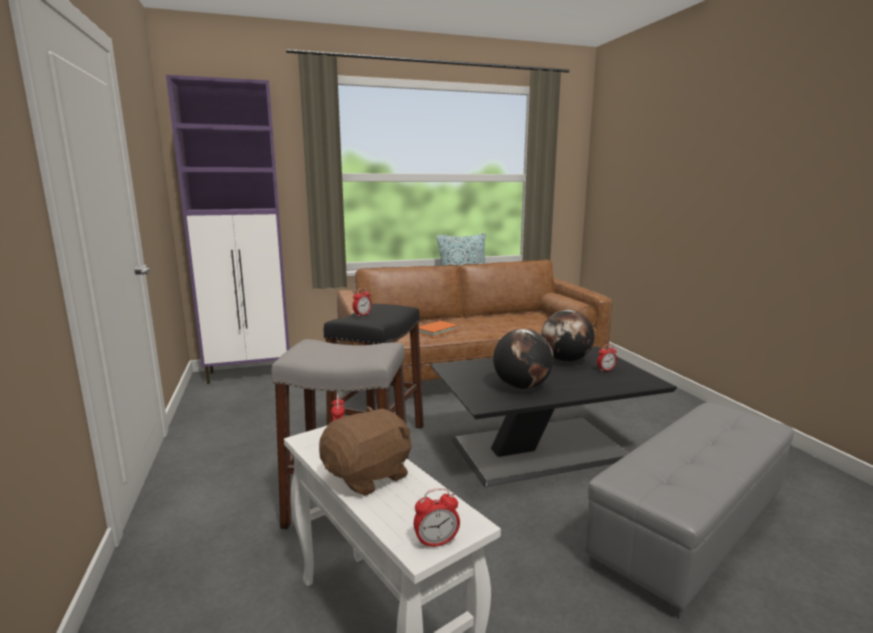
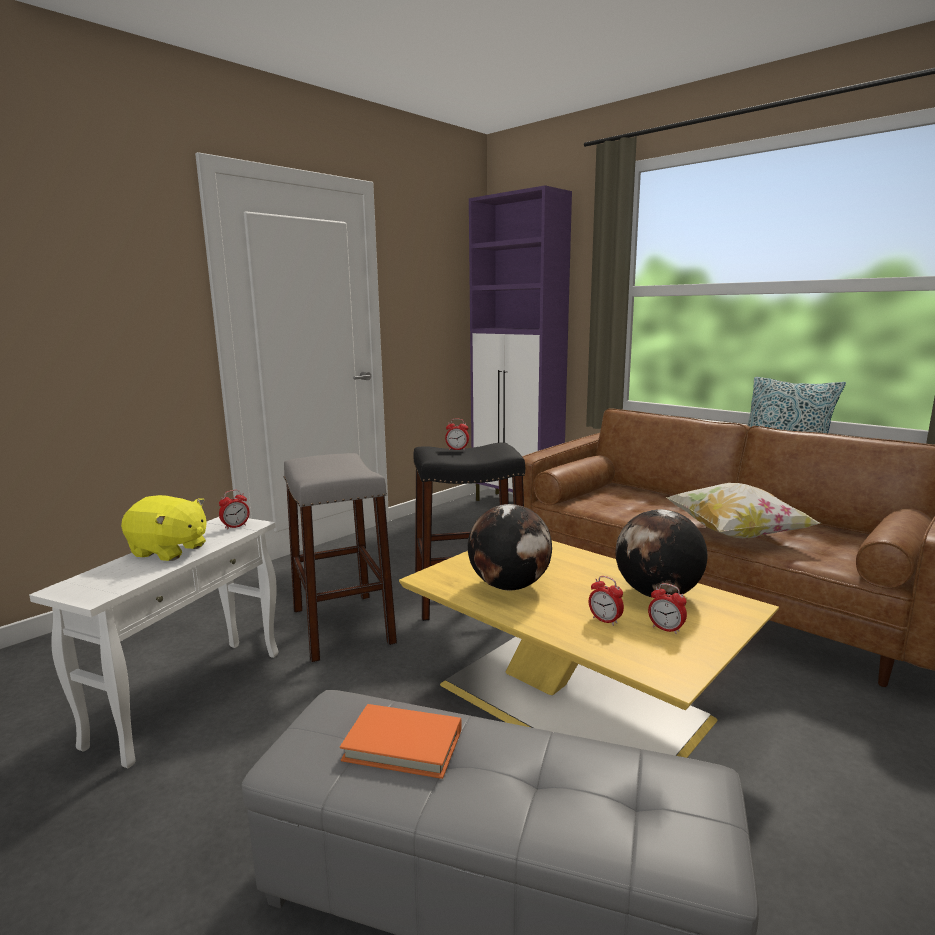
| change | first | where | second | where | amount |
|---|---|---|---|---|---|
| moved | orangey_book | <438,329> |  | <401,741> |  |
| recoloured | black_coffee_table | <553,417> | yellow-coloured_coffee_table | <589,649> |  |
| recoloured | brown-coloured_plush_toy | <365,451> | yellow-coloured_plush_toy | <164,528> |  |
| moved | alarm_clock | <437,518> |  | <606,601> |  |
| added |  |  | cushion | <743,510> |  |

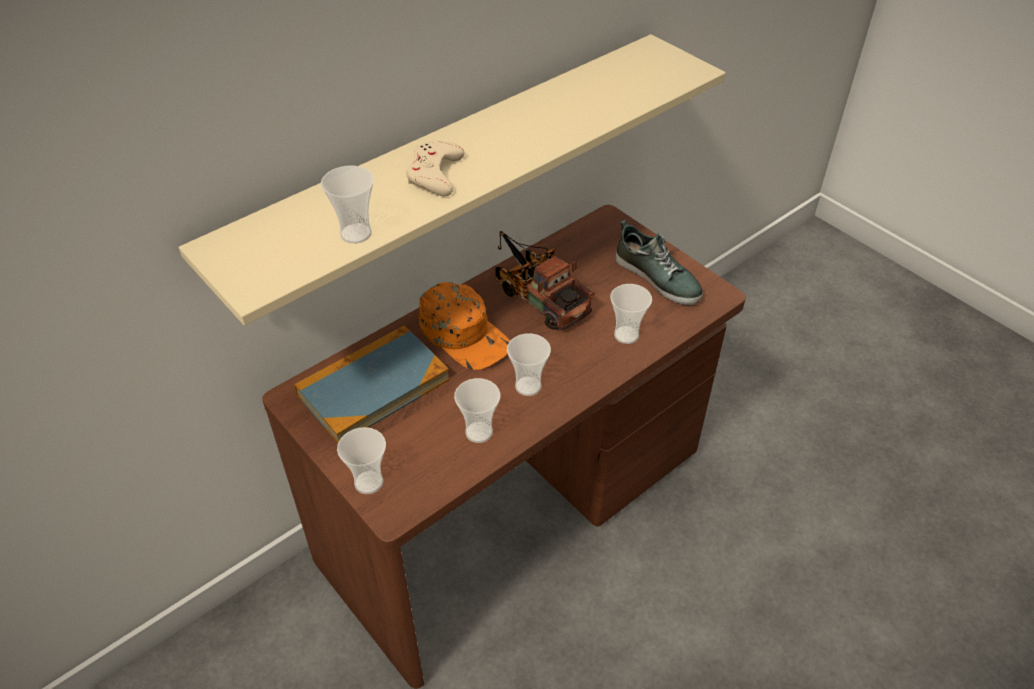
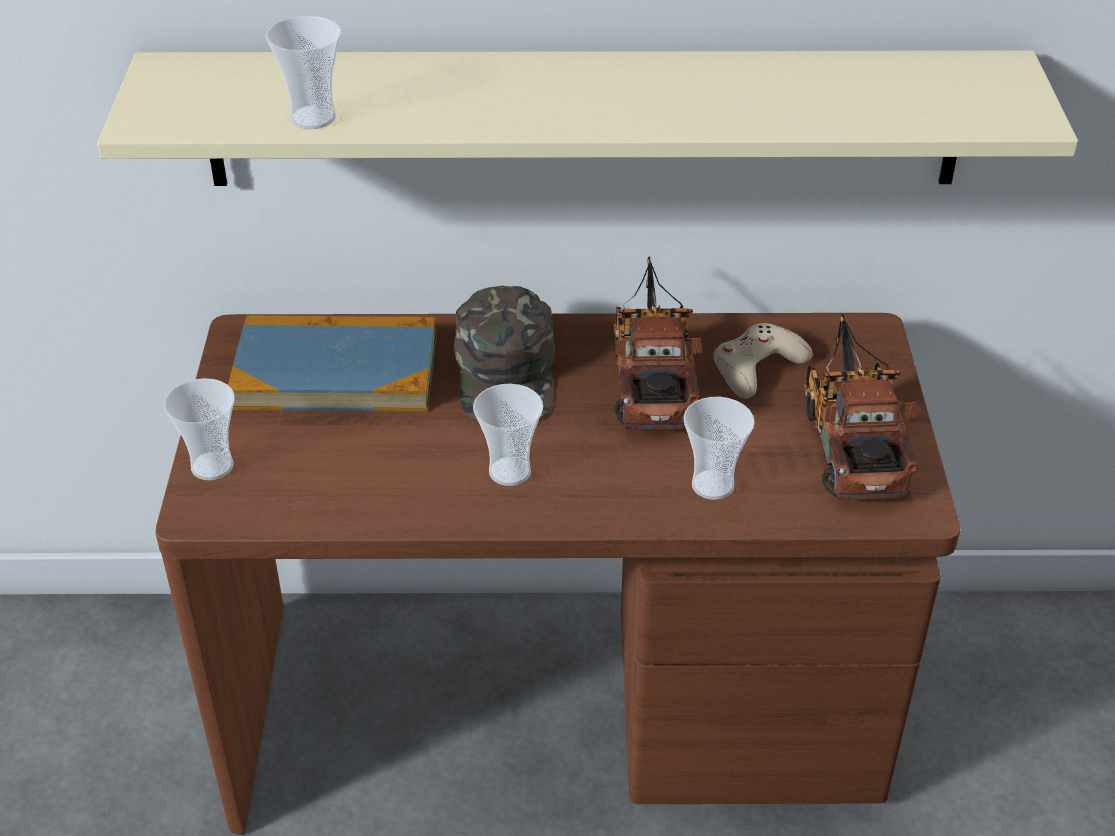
| change | first | where | second | where | amount |
|---|---|---|---|---|---|
| moved | beige-coloured_gamepad | <435,168> |  | <763,361> |  |
| replaced | low_shoe | <659,262> | toy_truck | <860,406> |  |
| recoloured | orangey_peaked_cap | <464,326> | greenish_peaked_cap | <504,353> |  |
| removed | cup | <477,410> |  |  |  |

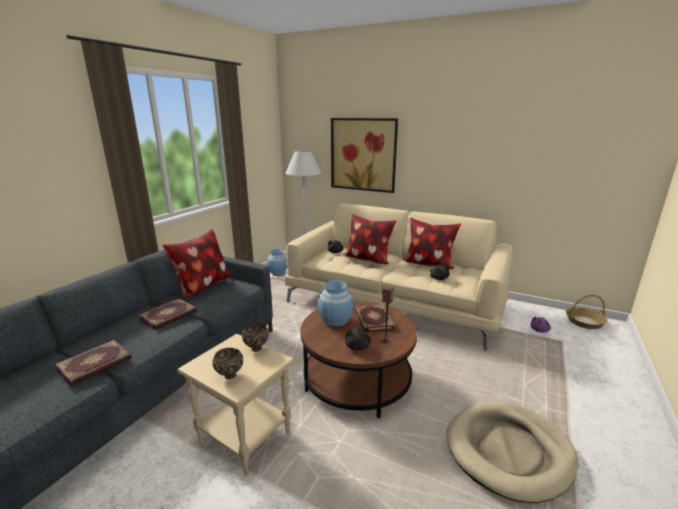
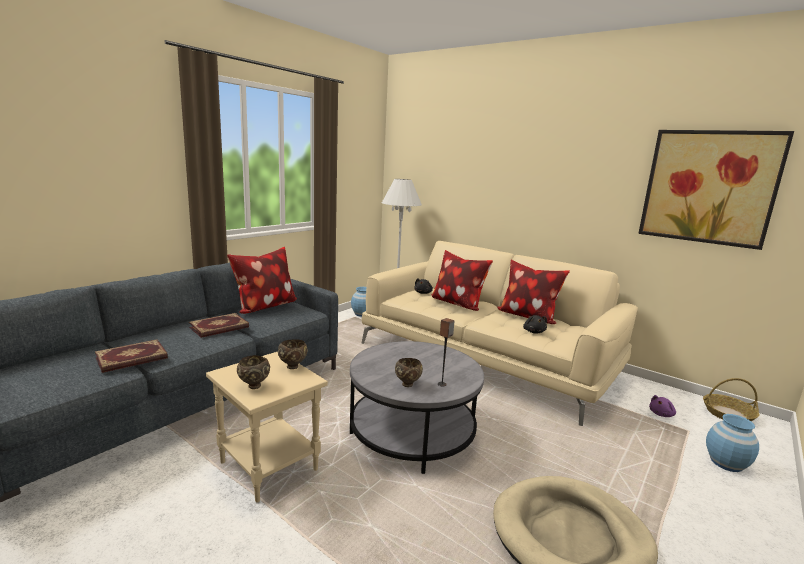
| change | first | where | second | where | amount |
|---|---|---|---|---|---|
| moved | wall_art | <364,155> |  | <716,190> |  |
| moved | blue_vase | <336,304> |  | <732,443> |  |
| recoloured | brown-coloured_coffee_table | <358,359> | grey_coffee_table | <417,407> |  |
| removed | book | <375,318> |  |  |  |
| replaced | black_plush_toy | <358,339> | brown-coloured_bowl | <409,372> |  |

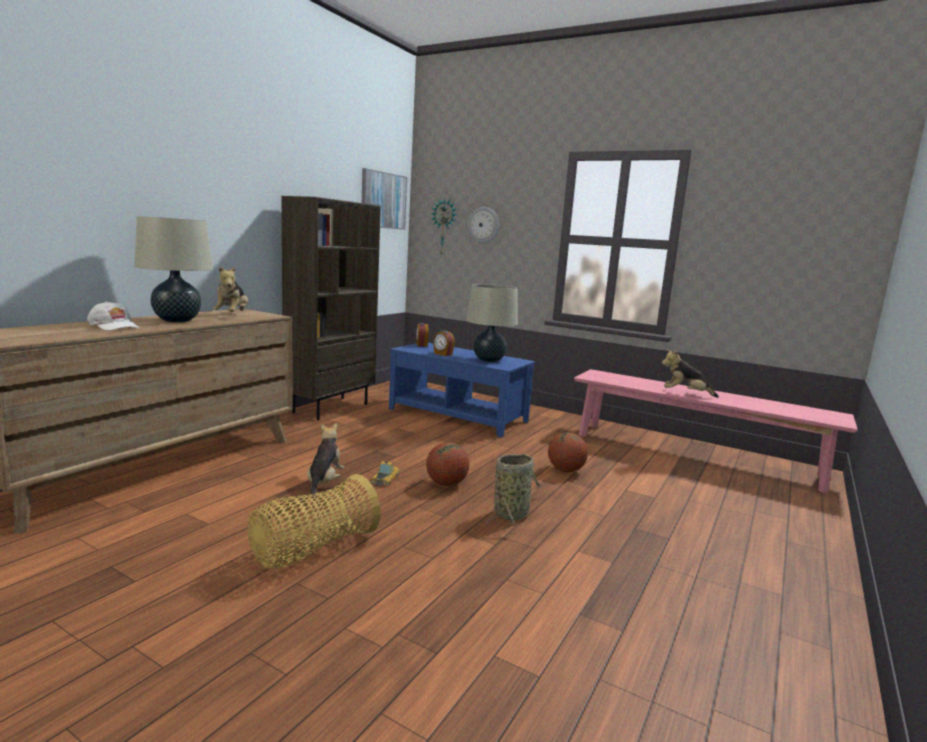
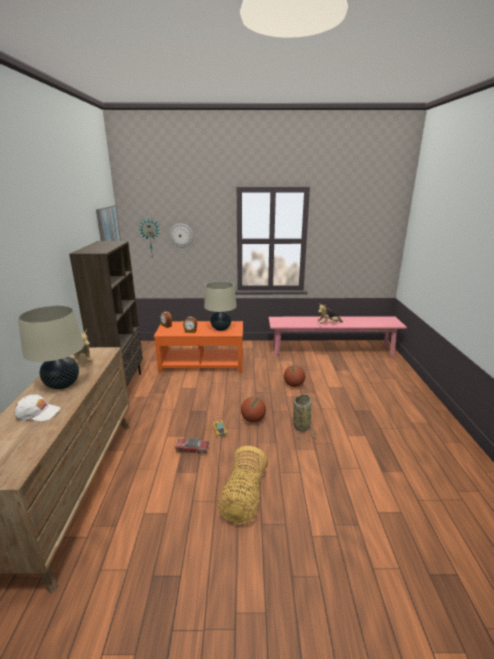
| change | first | where | second | where | amount |
|---|---|---|---|---|---|
| recoloured | blue_coffee_table | <462,390> | orangey_coffee_table | <198,347> |  |
| replaced | plush_toy | <325,461> | toy_car | <192,446> |  |

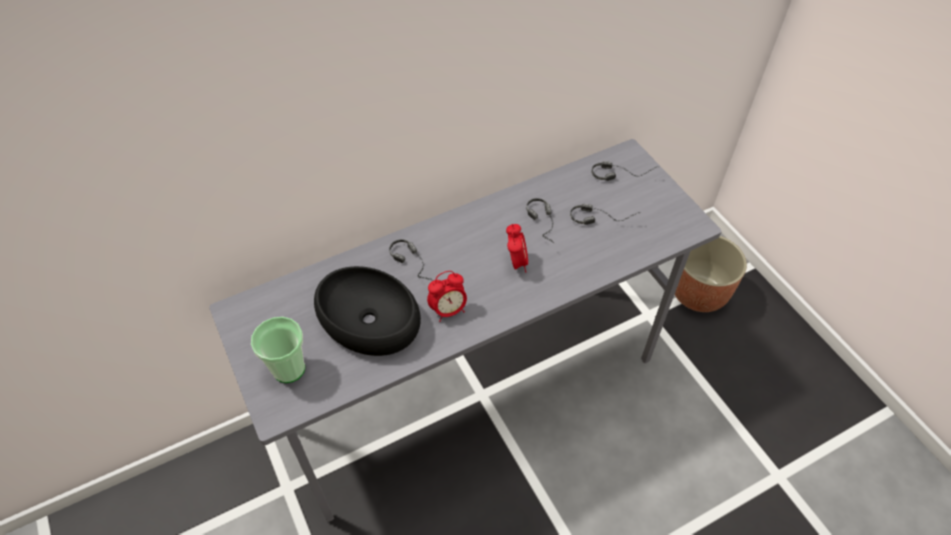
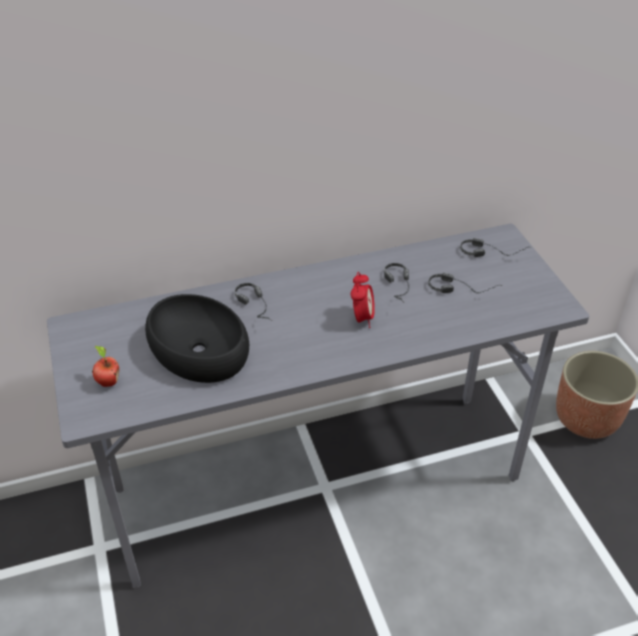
| change | first | where | second | where | amount |
|---|---|---|---|---|---|
| removed | alarm_clock | <447,296> |  |  |  |
| replaced | cup | <278,350> | apple_fruit | <105,366> |  |

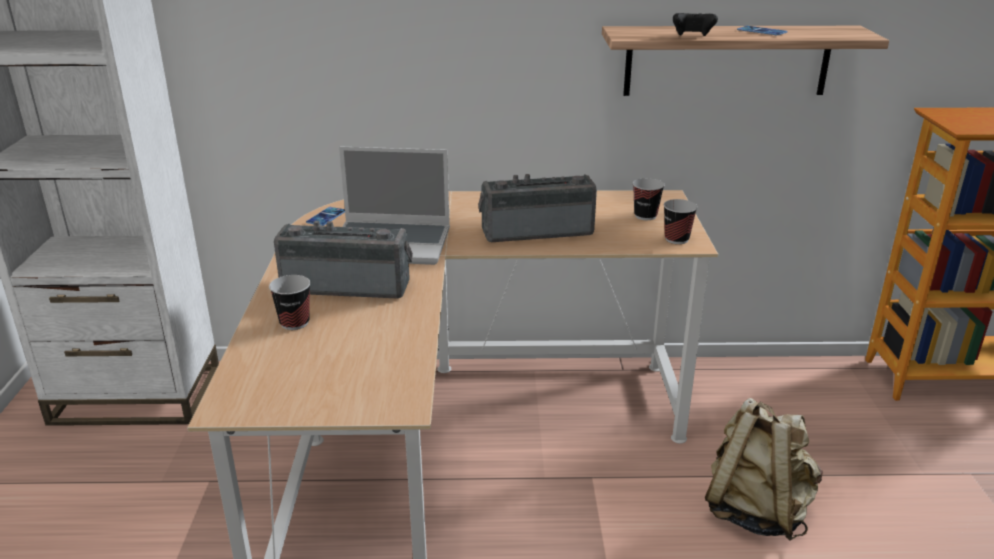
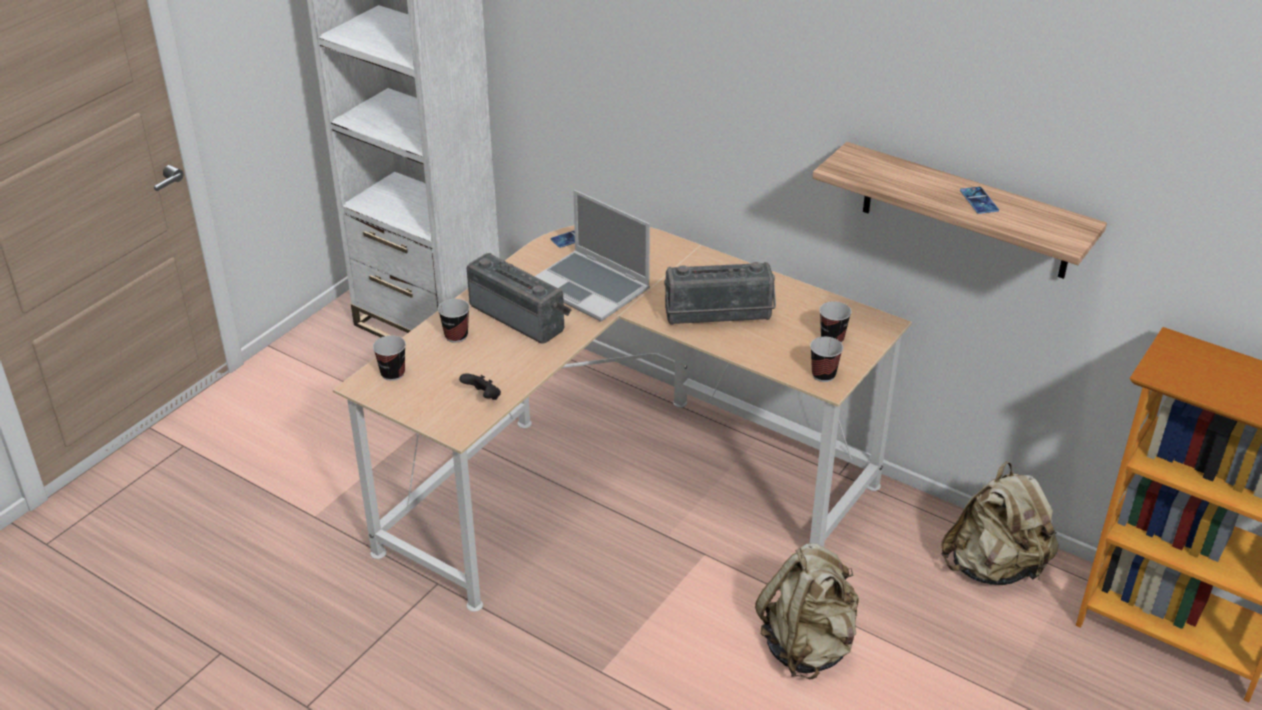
| change | first | where | second | where | amount |
|---|---|---|---|---|---|
| moved | black_gamepad | <695,24> |  | <480,387> |  |
| turned | radio_receiver | <537,208> |  | <720,293> | 150 degrees clockwise |
| added |  |  | cup | <389,358> |  |
| added |  |  | beige-coloured_knapsack | <999,523> |  |

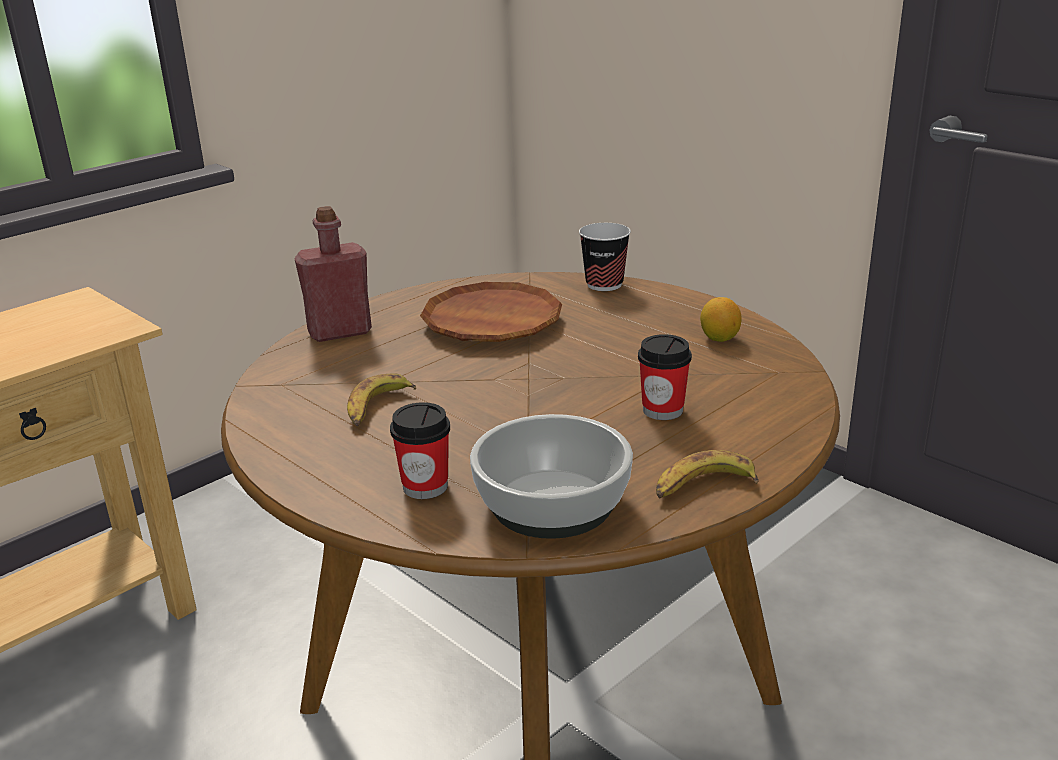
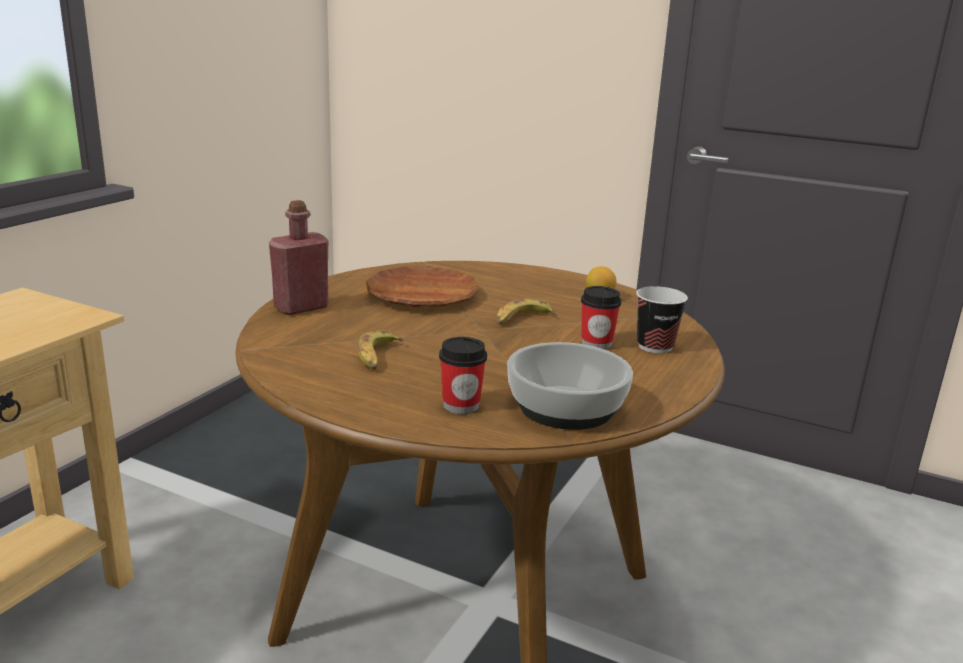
| change | first | where | second | where | amount |
|---|---|---|---|---|---|
| moved | cup | <605,257> |  | <662,319> |  |
| moved | banana | <707,474> |  | <526,312> |  |

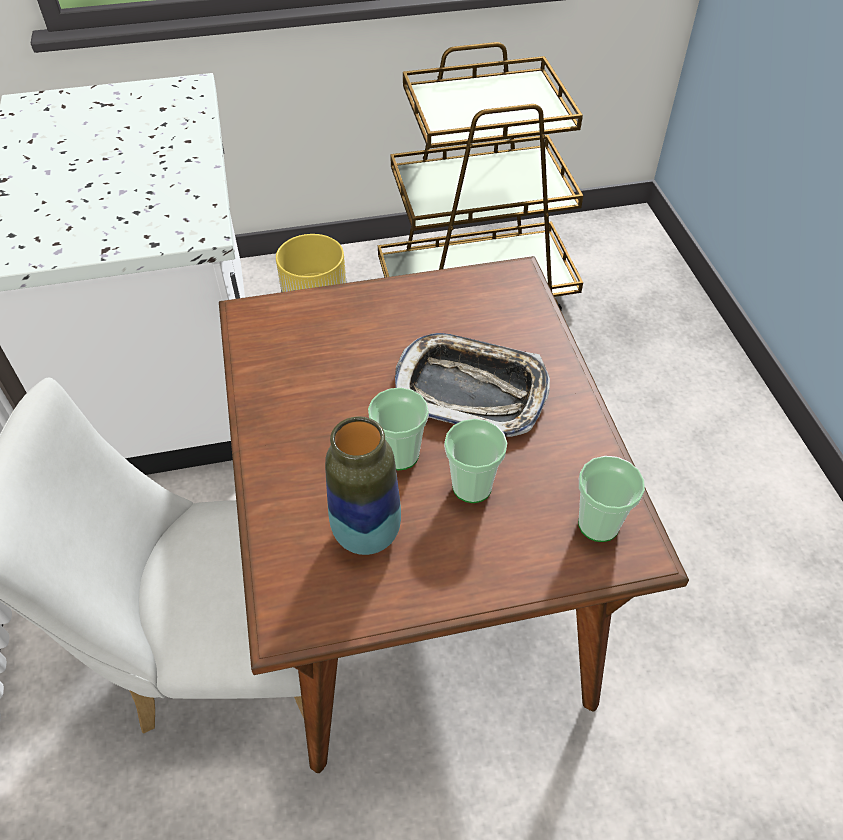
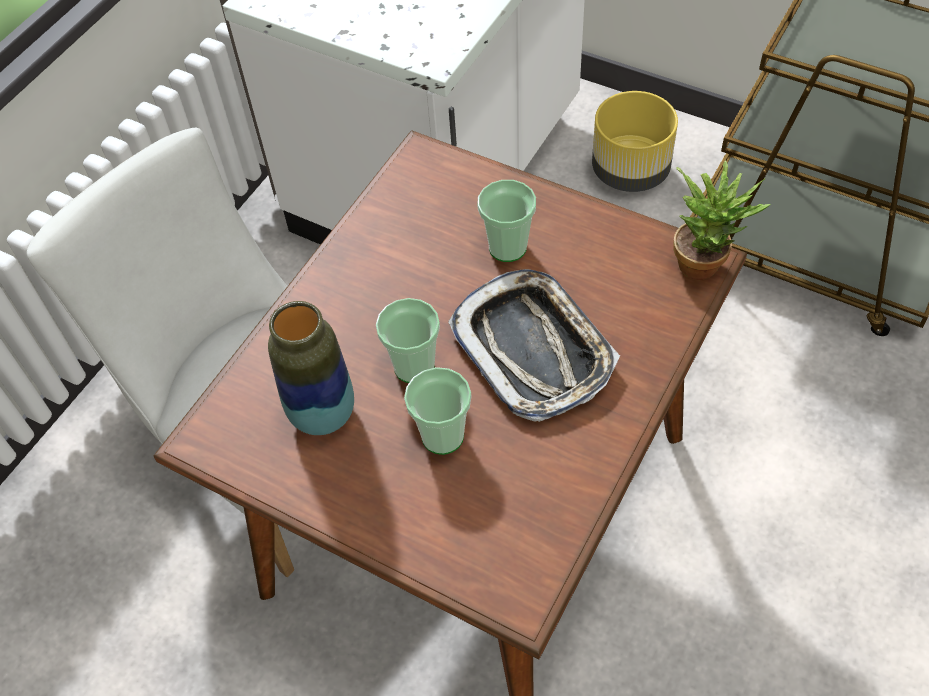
| change | first | where | second | where | amount |
|---|---|---|---|---|---|
| moved | cup | <611,499> |  | <506,221> |  |
| added |  |  | houseplant | <722,220> |  |

